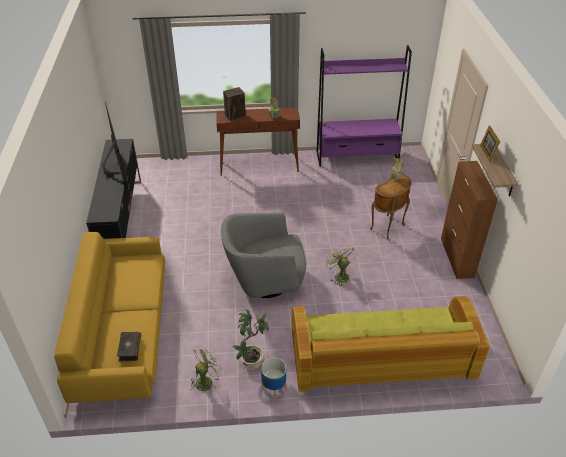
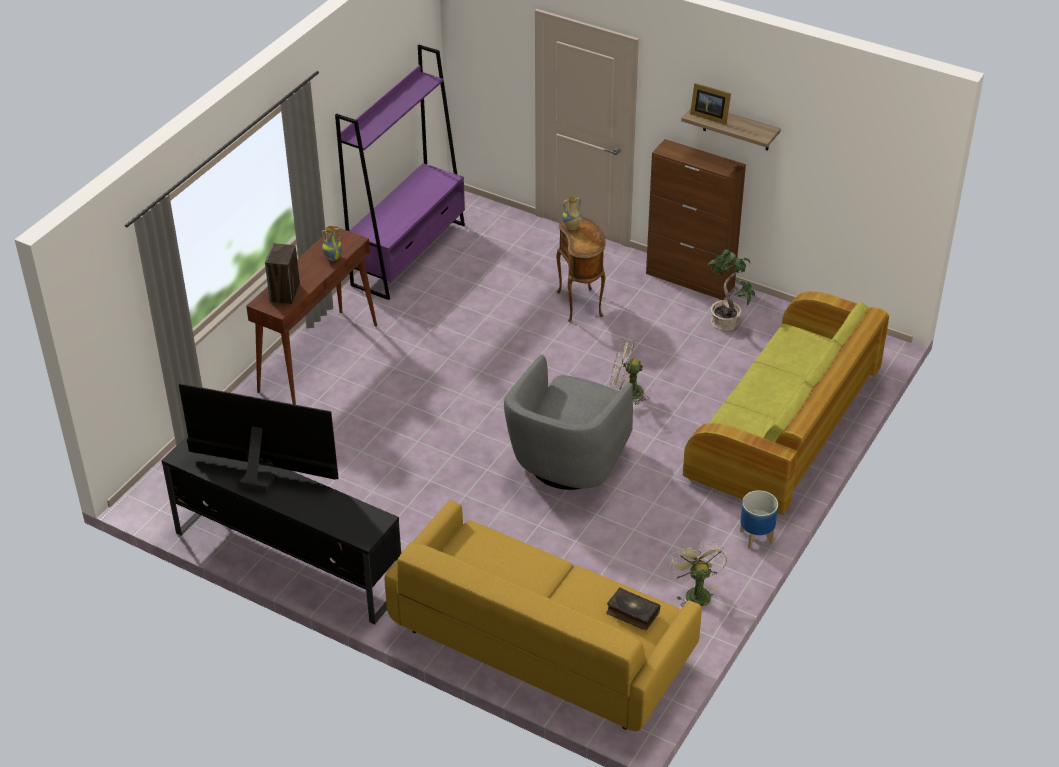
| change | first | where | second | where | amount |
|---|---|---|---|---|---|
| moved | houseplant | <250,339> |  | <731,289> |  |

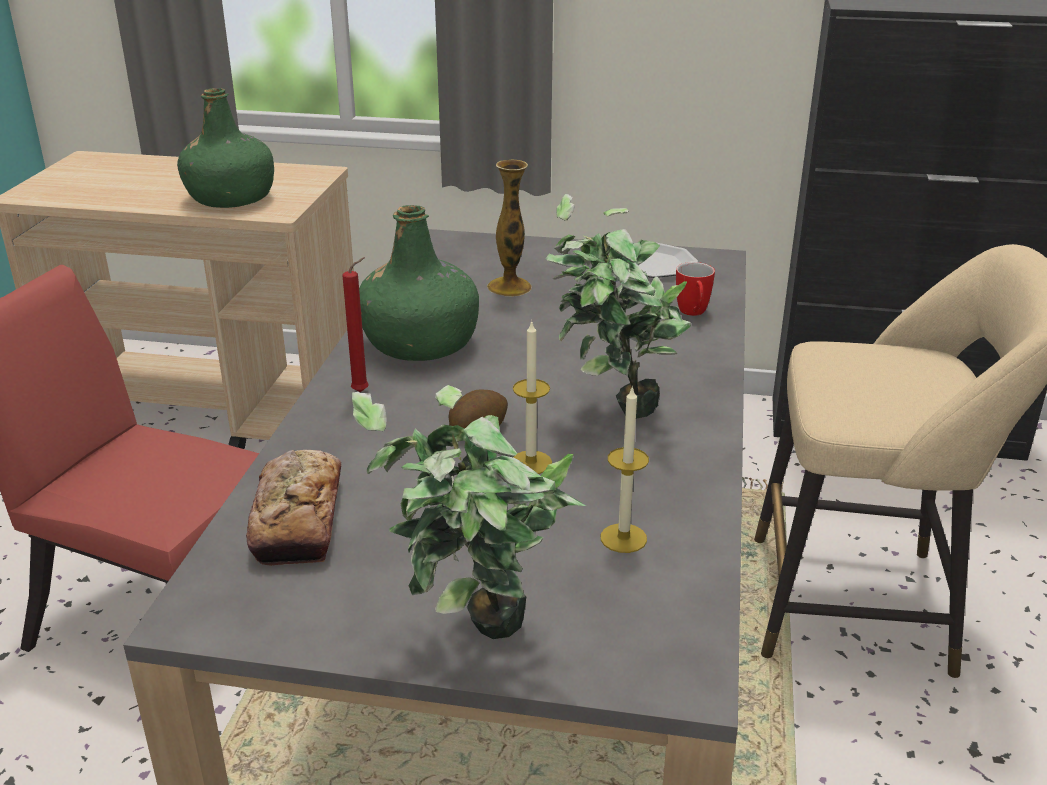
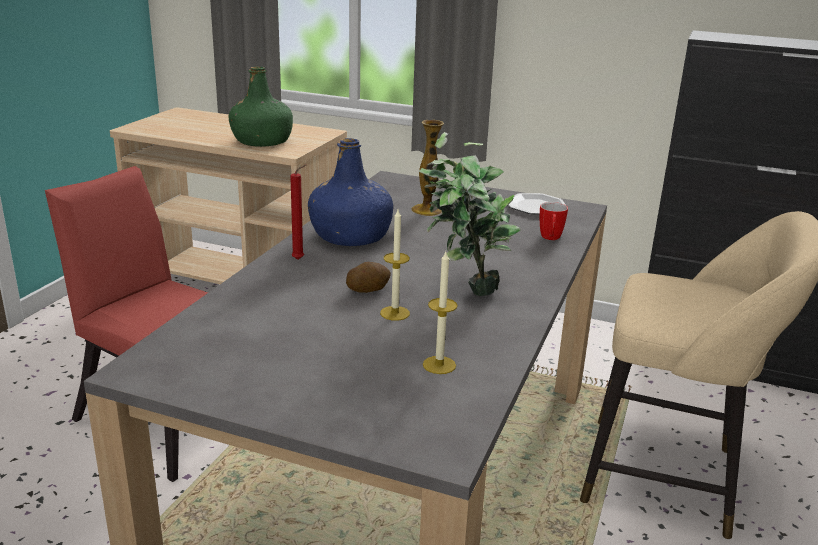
| change | first | where | second | where | amount |
|---|---|---|---|---|---|
| recoloured | greenish_beverage_bottle | <419,283> | blue_beverage_bottle | <350,192> |  |
| removed | houseplant | <469,512> |  |  |  |
| removed | bread | <293,508> |  |  |  |

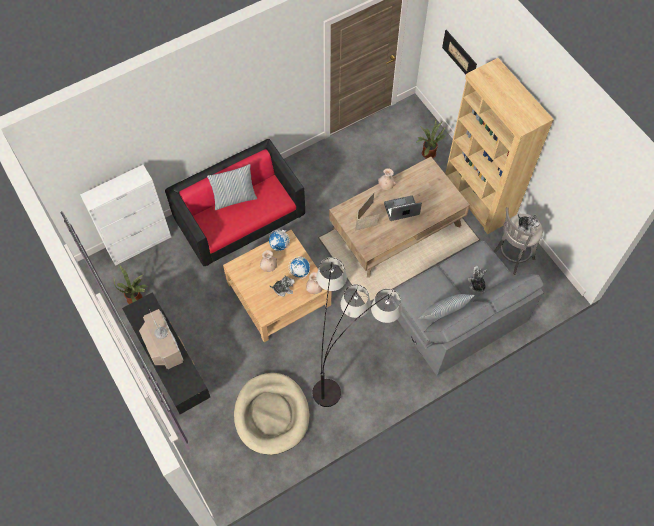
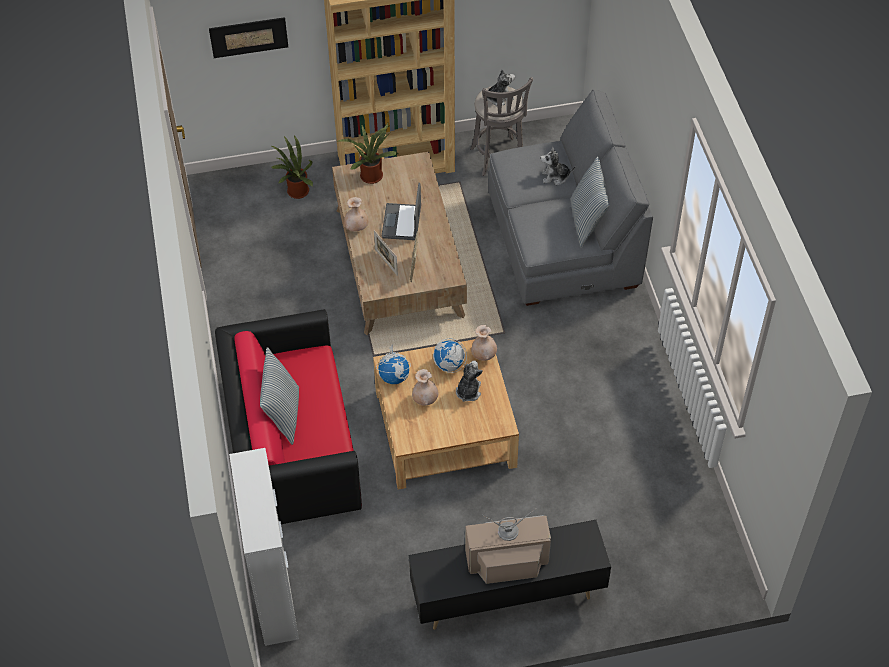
| change | first | where | second | where | amount |
|---|---|---|---|---|---|
| removed | standard_lamp | <357,332> |  |  |  |
| moved | houseplant | <131,284> |  | <368,153> |  |
| removed | beige-coloured_dog_bed | <272,414> |  |  |  |

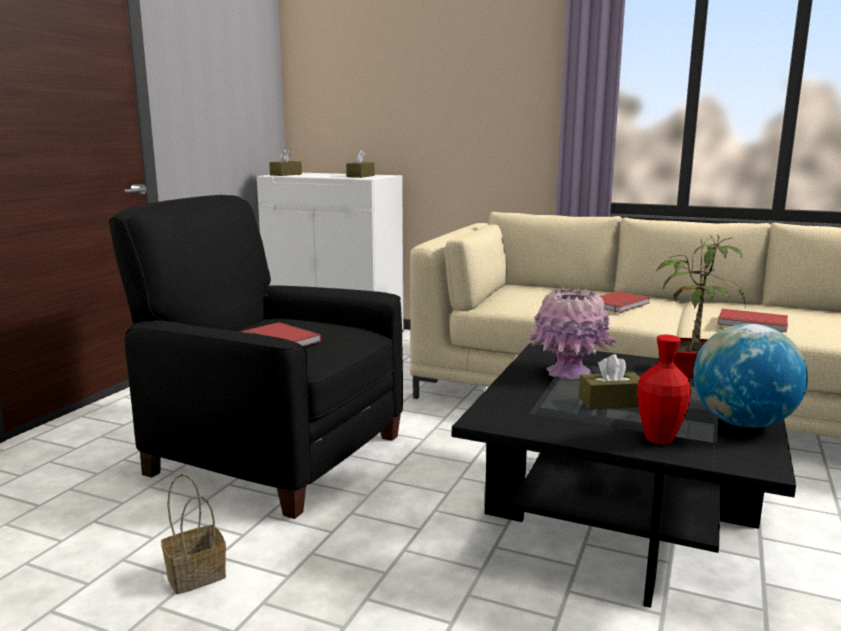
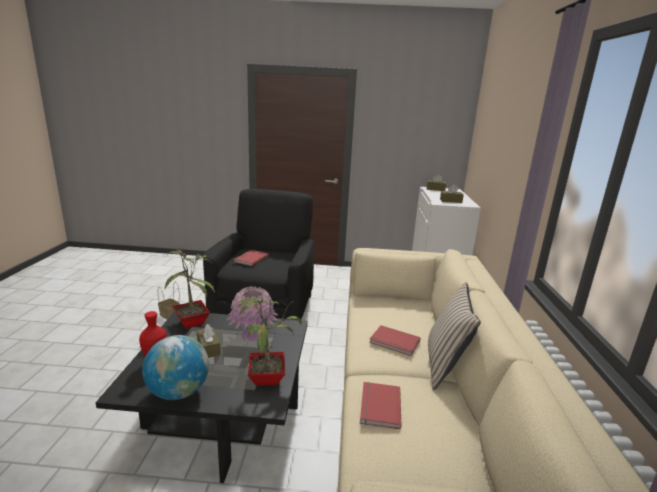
| change | first | where | second | where | amount |
|---|---|---|---|---|---|
| added |  |  | houseplant | <190,289> |  |
| added |  |  | beige-coloured_cushion | <454,336> |  |

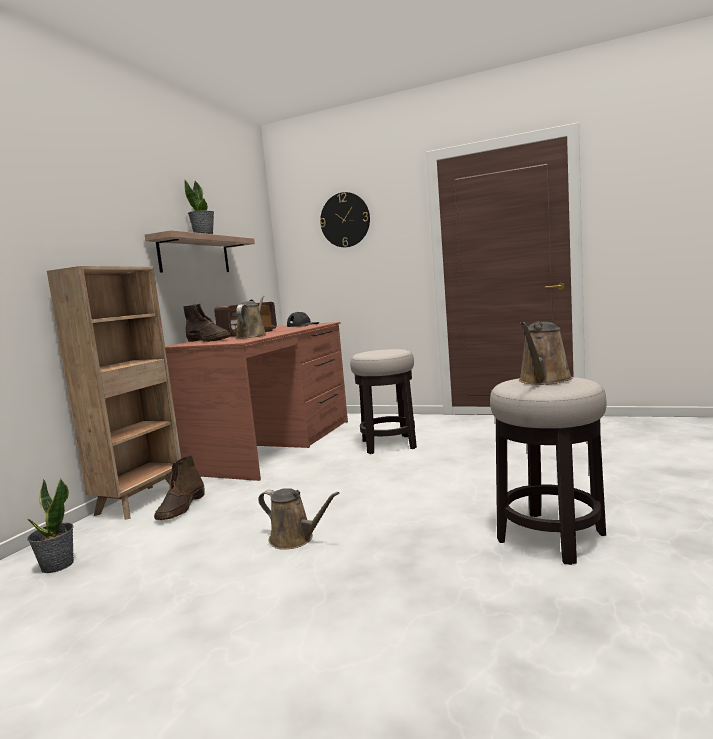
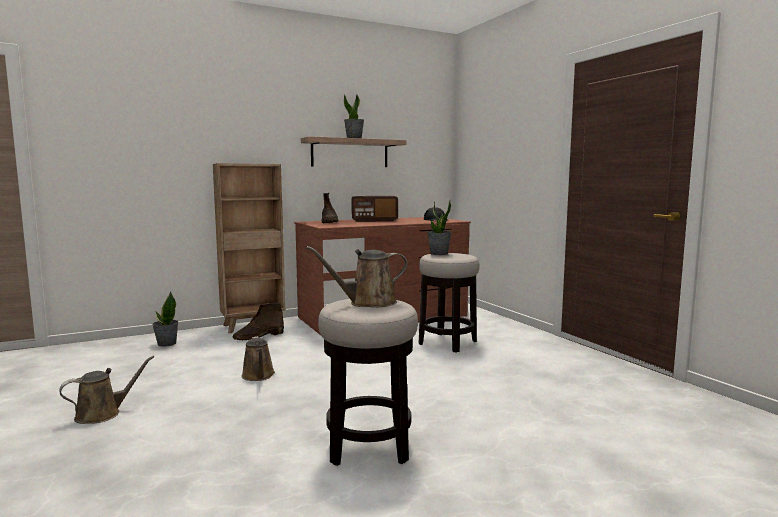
| change | first | where | second | where | amount |
|---|---|---|---|---|---|
| removed | clock_on_the_wall | <345,219> |  |  |  |
| moved | brown-coloured_watering_can | <251,317> |  | <106,390> |  |
| added |  |  | houseplant | <439,227> |  |

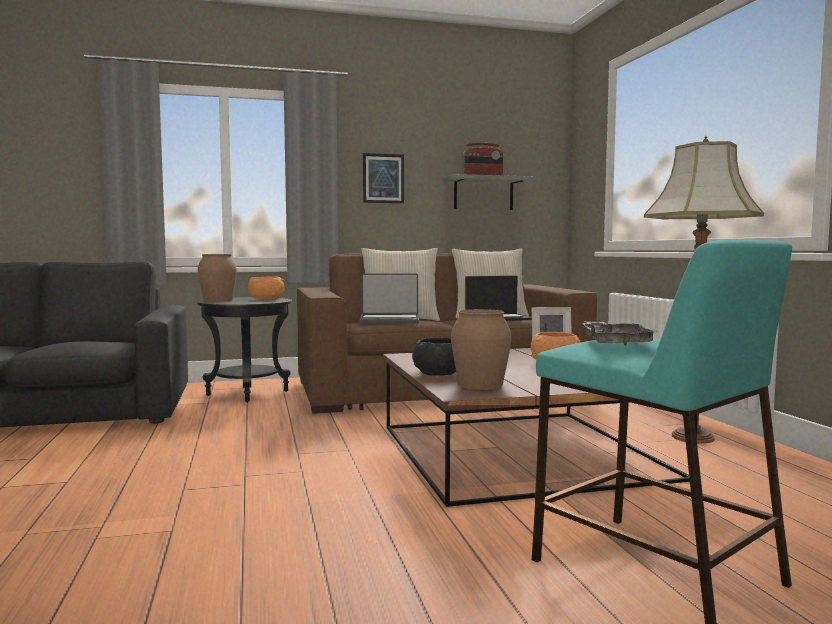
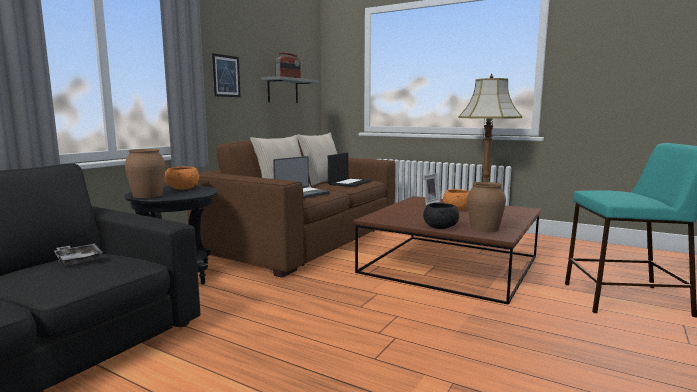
| change | first | where | second | where | amount |
|---|---|---|---|---|---|
| moved | grey_tray | <620,333> |  | <78,254> |  |

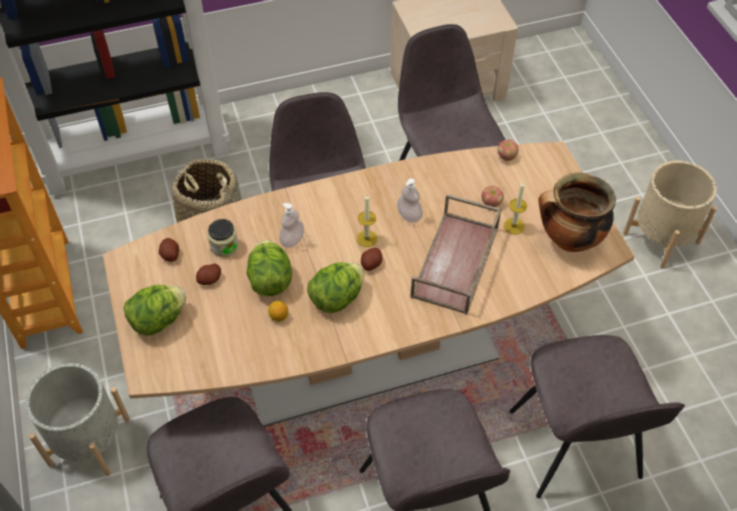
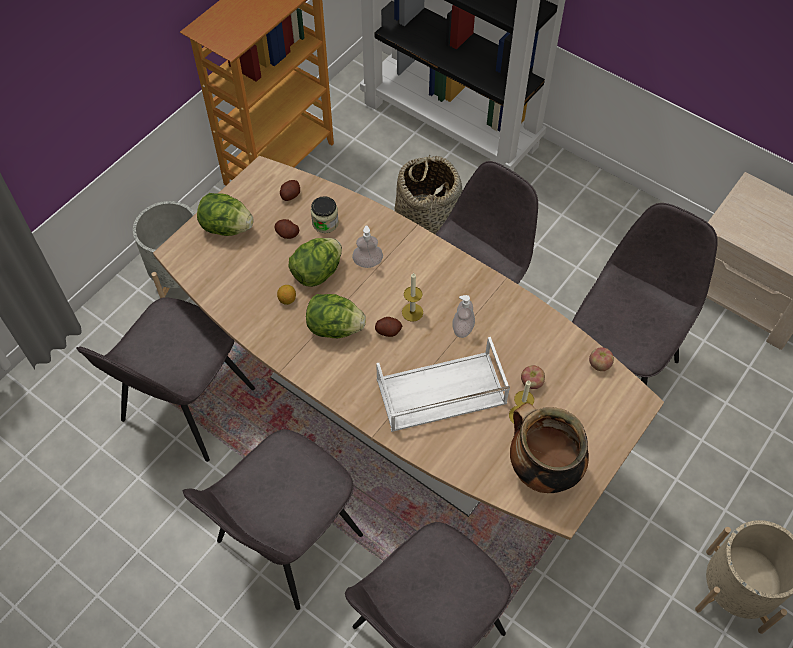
| change | first | where | second | where | amount |
|---|---|---|---|---|---|
| recoloured | brown-coloured_tray | <455,254> | white-coloured_tray | <443,384> |  |

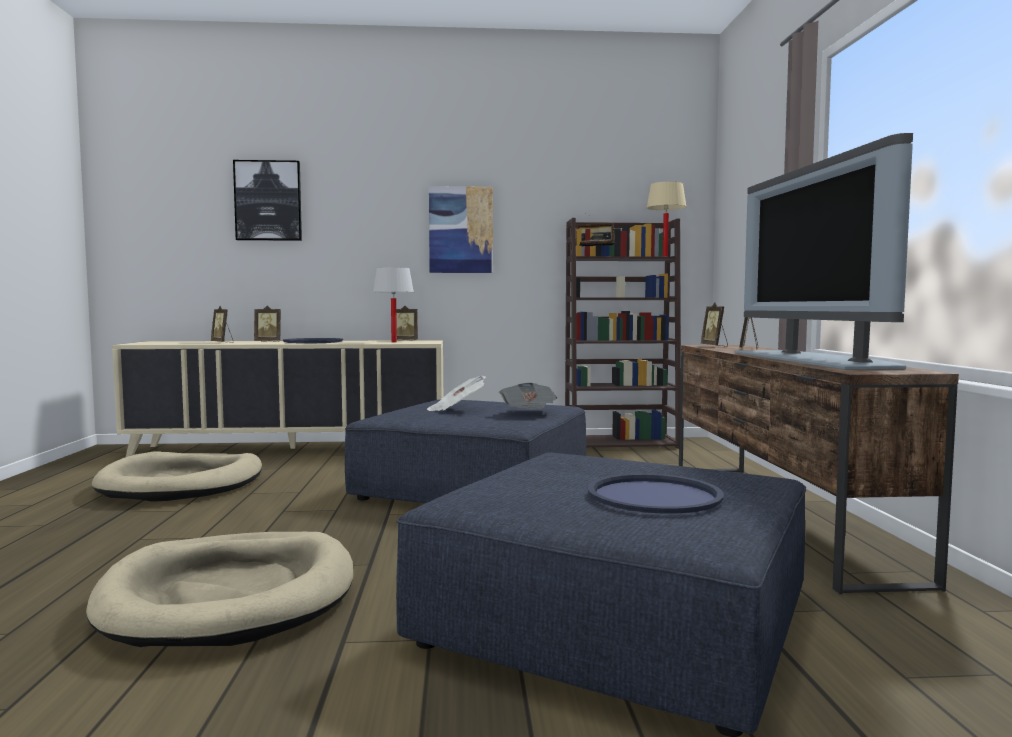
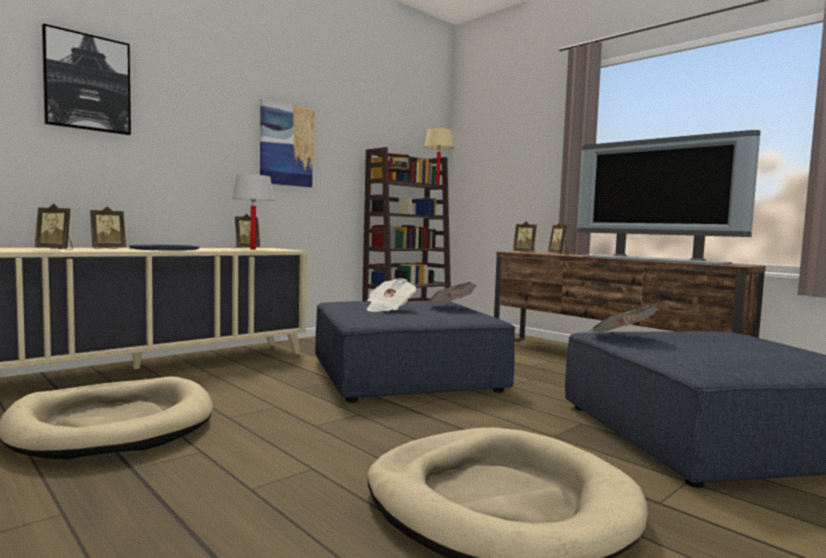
| change | first | where | second | where | amount |
|---|---|---|---|---|---|
| removed | blue_tray | <656,493> |  |  |  |
| added |  |  | printed_paper | <624,318> |  |

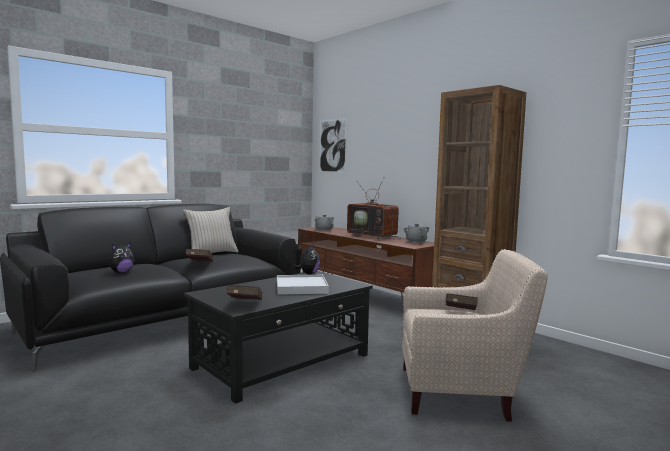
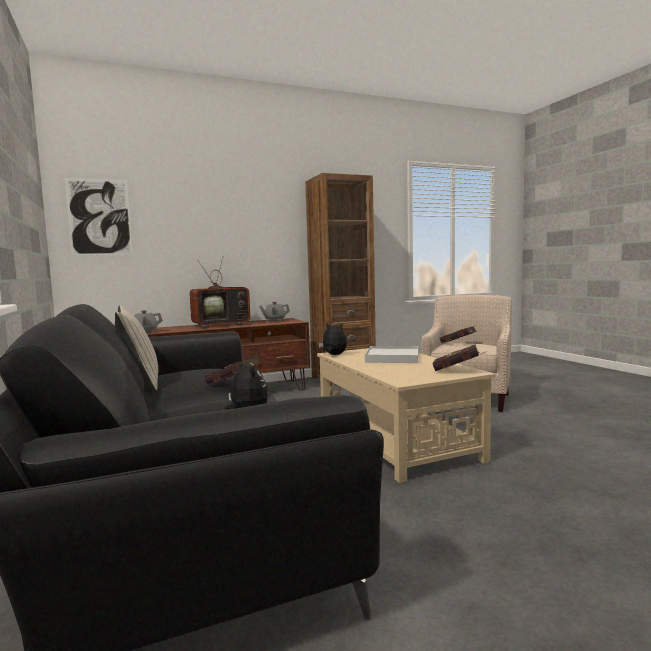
| change | first | where | second | where | amount |
|---|---|---|---|---|---|
| recoloured | black_coffee_table | <278,337> | beige-coloured_coffee_table | <406,415> |  |

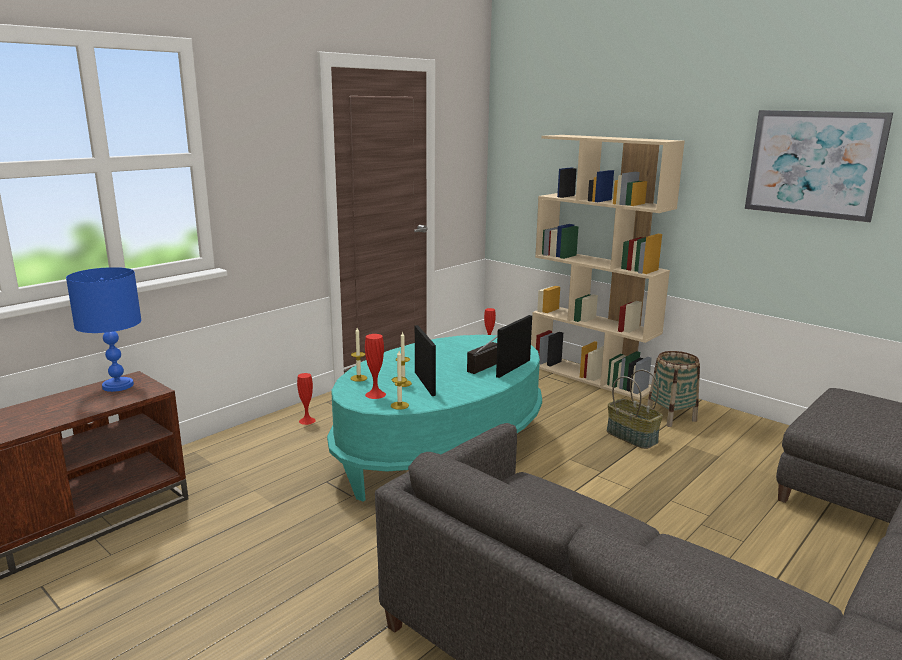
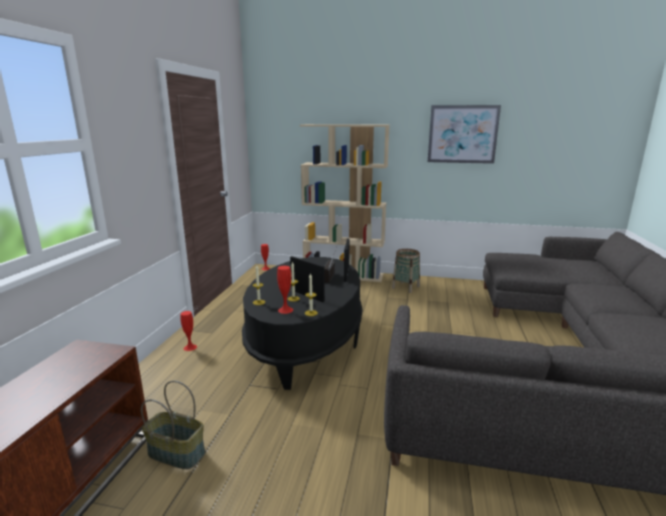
| change | first | where | second | where | amount |
|---|---|---|---|---|---|
| removed | blue_lamp_for_a_table | <103,329> |  |  |  |
| recoloured | turquoise-coloured_coffee_table | <434,418> | black_coffee_table | <302,323> |  |
| moved | basket | <635,409> |  | <173,424> |  |

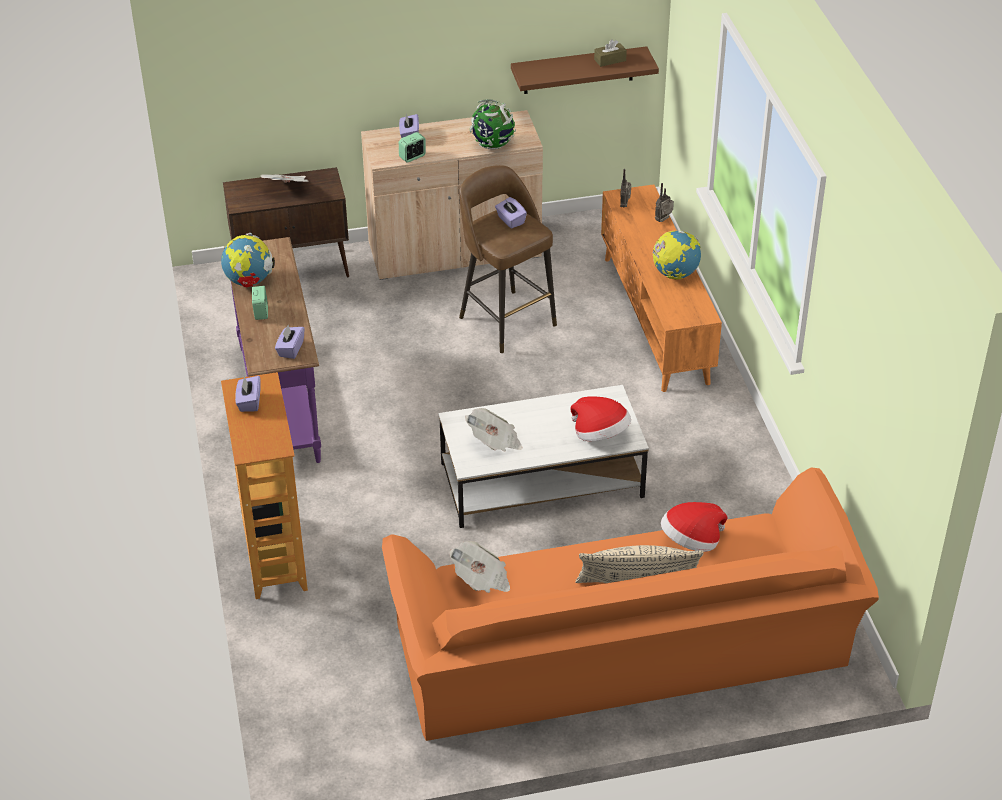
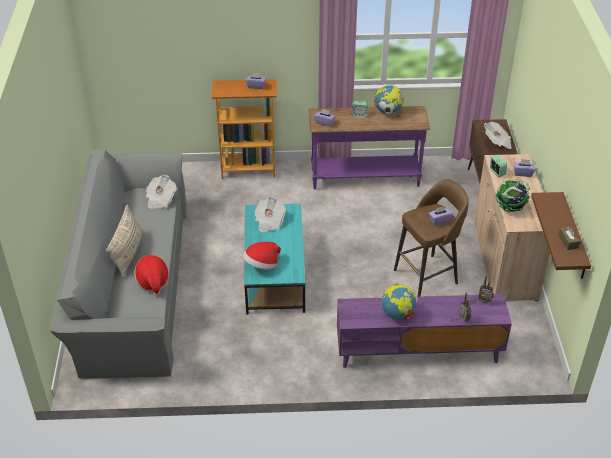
| change | first | where | second | where | amount |
|---|---|---|---|---|---|
| recoloured | orangey_media_console | <661,288> | purple-coloured_media_console | <424,331> |  |
| recoloured | white-coloured_coffee_table | <544,456> | turquoise-coloured_coffee_table | <274,259> |  |
| recoloured | orangey_settee | <630,604> | grey_settee | <118,264> |  |

